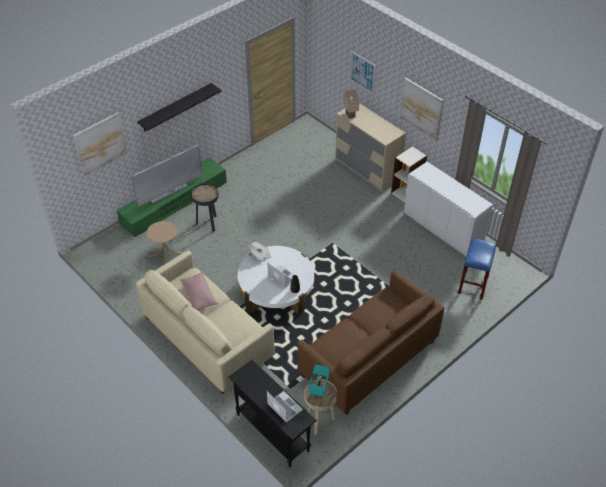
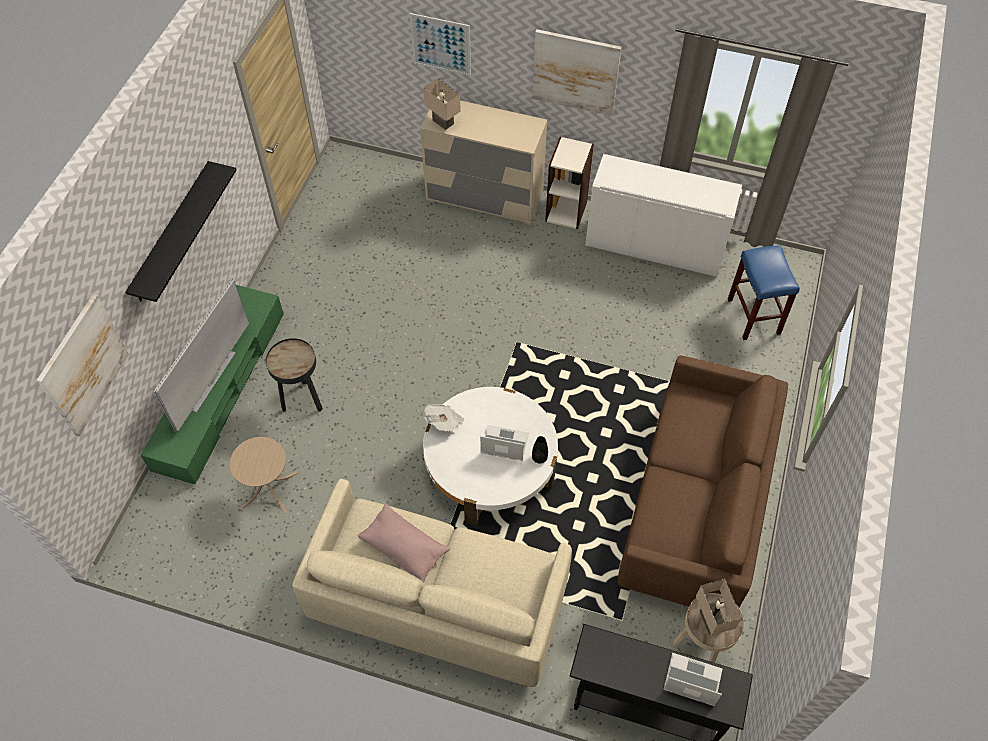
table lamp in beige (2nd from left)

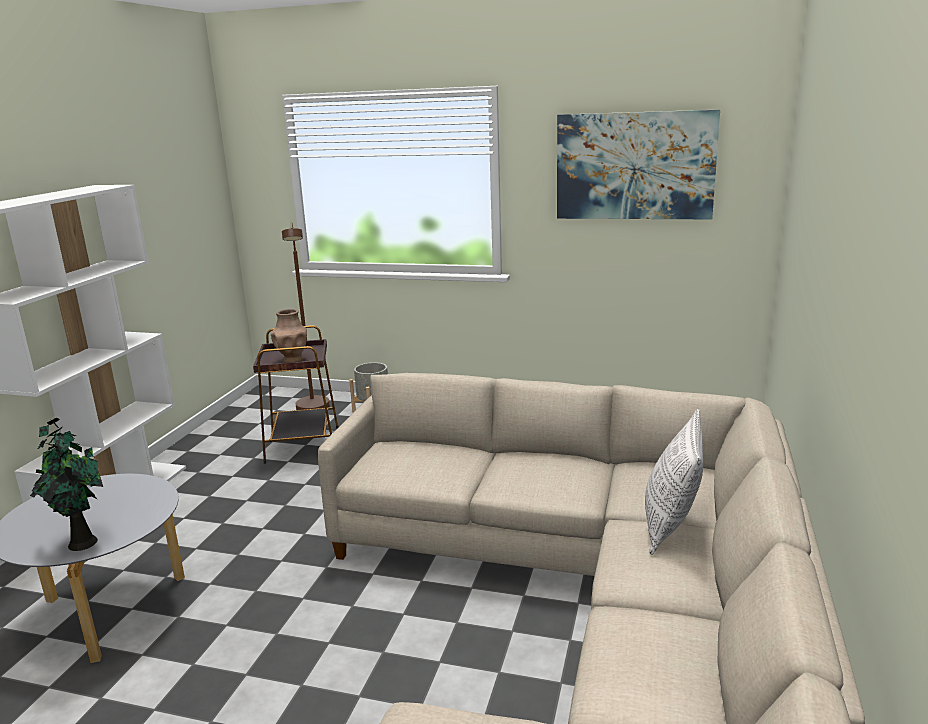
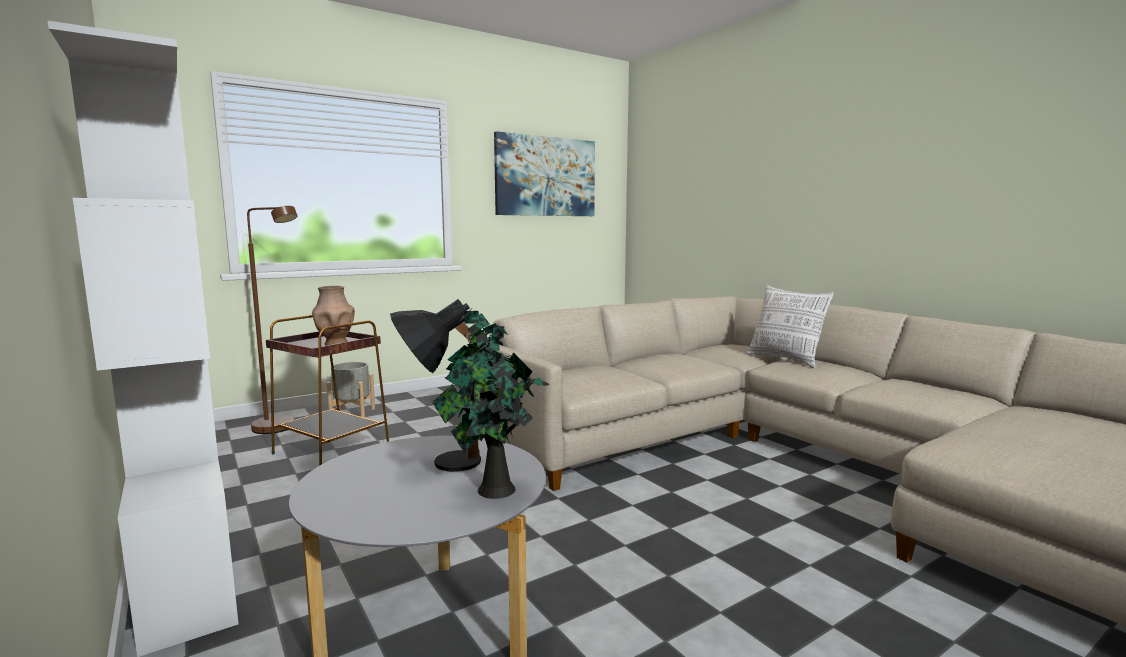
table lamp in black

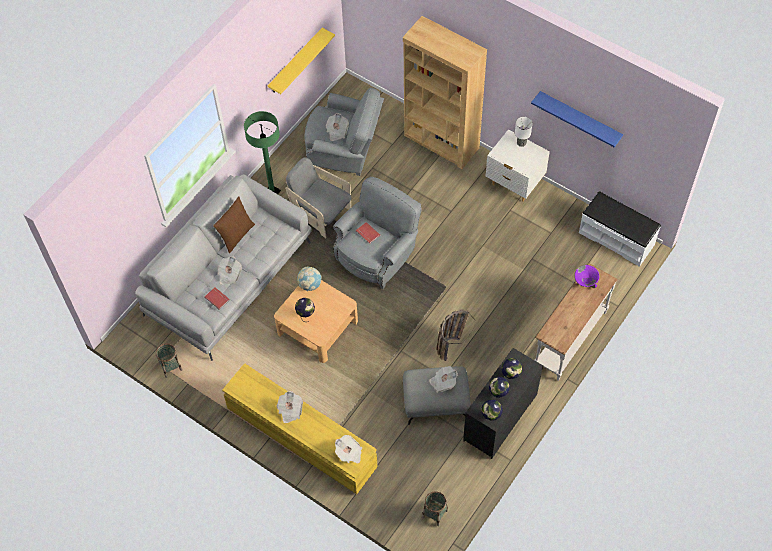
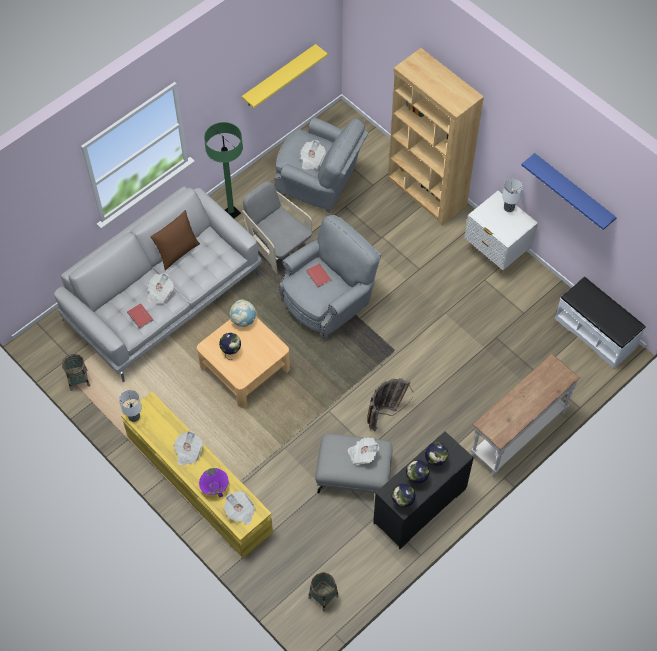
bowl in purple
table lamp (1st from left)

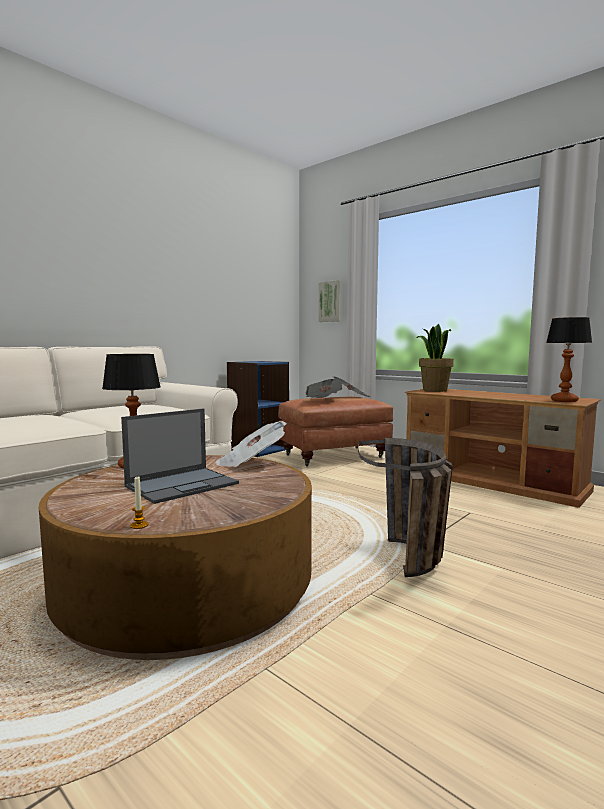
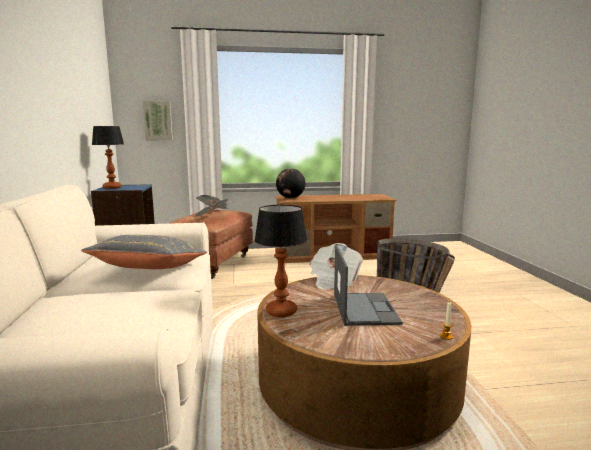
table lamp (1st from left)
globe
pillow in grey

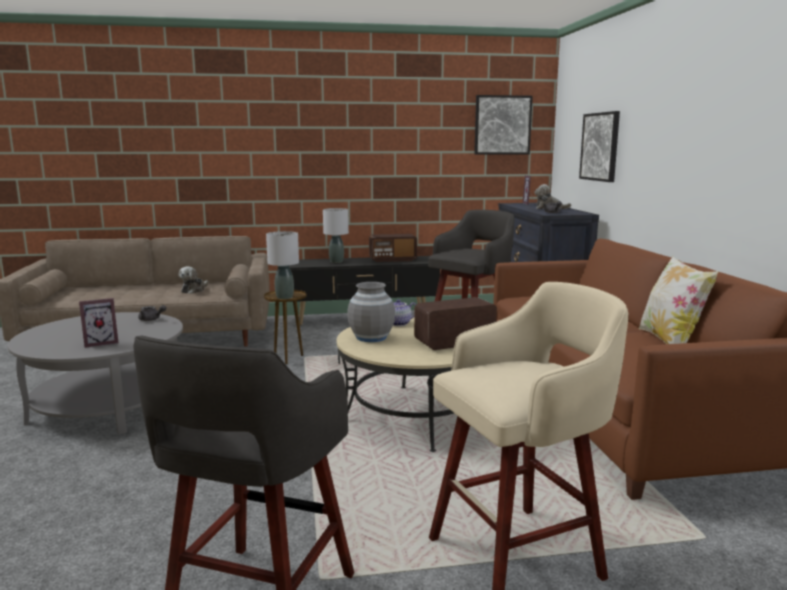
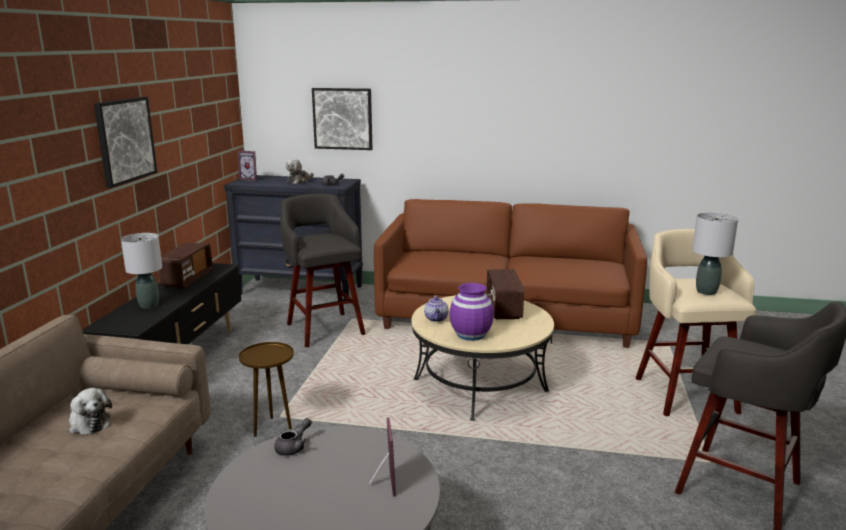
picture (1st from left)
table lamp in grey (2nd from left)
pillow
vase in purple

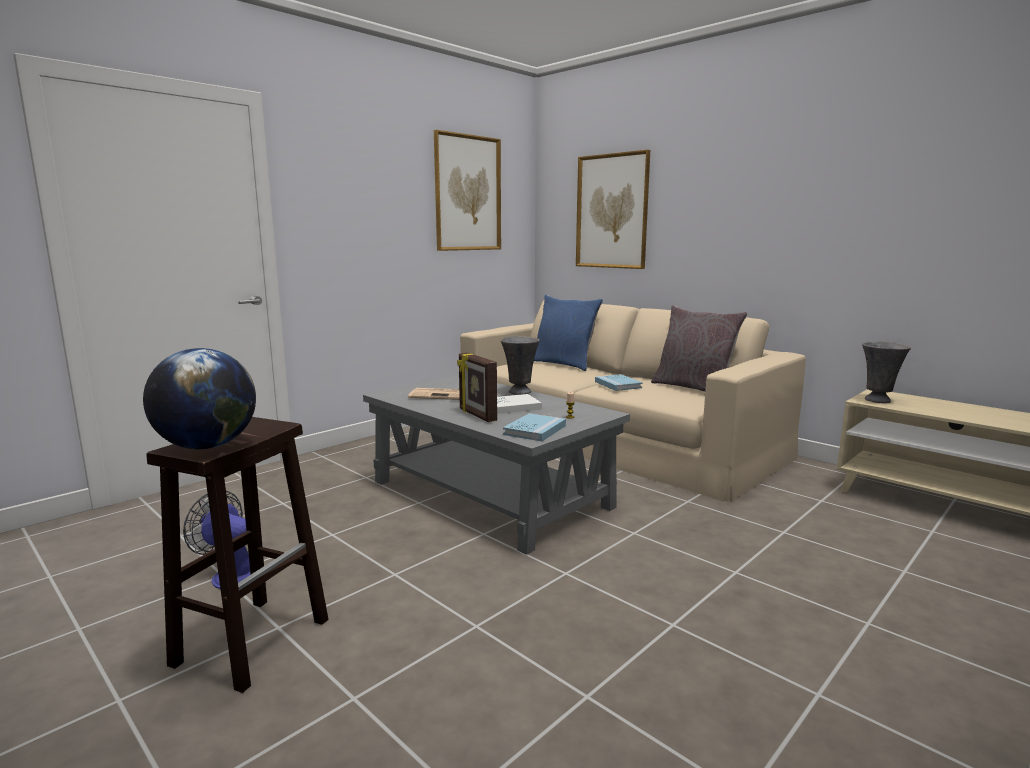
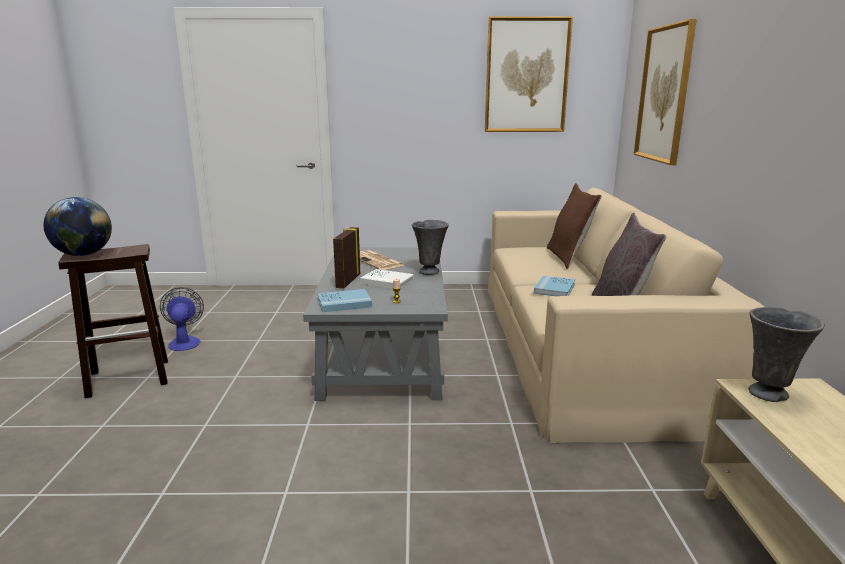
pillow in brown

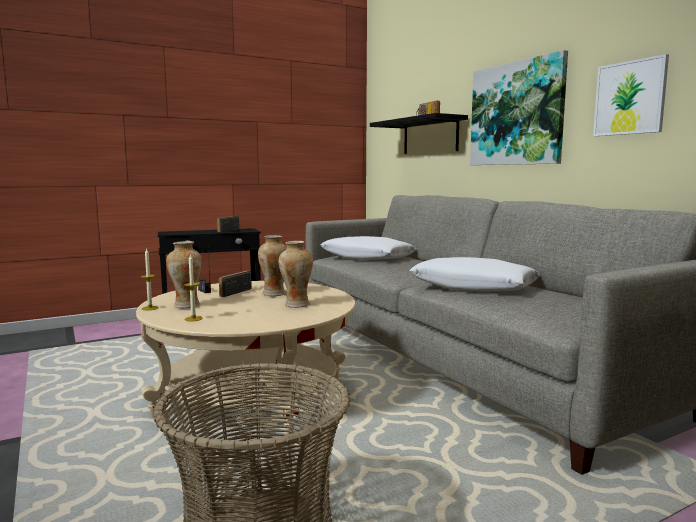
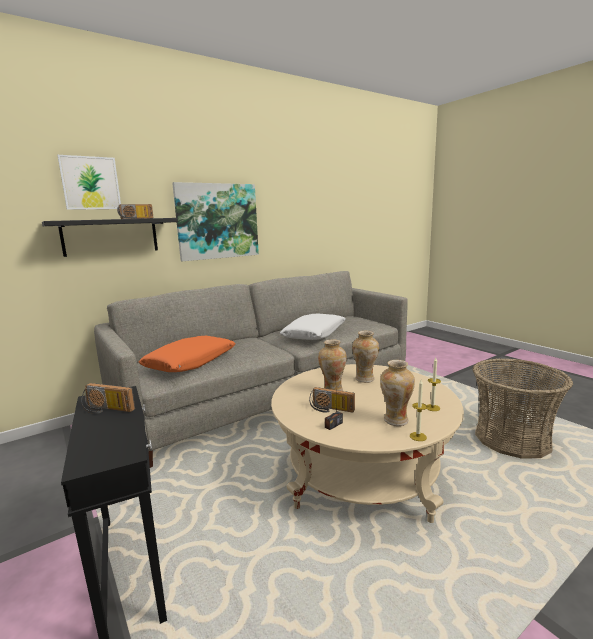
picture (1st from left)
pillow in orange

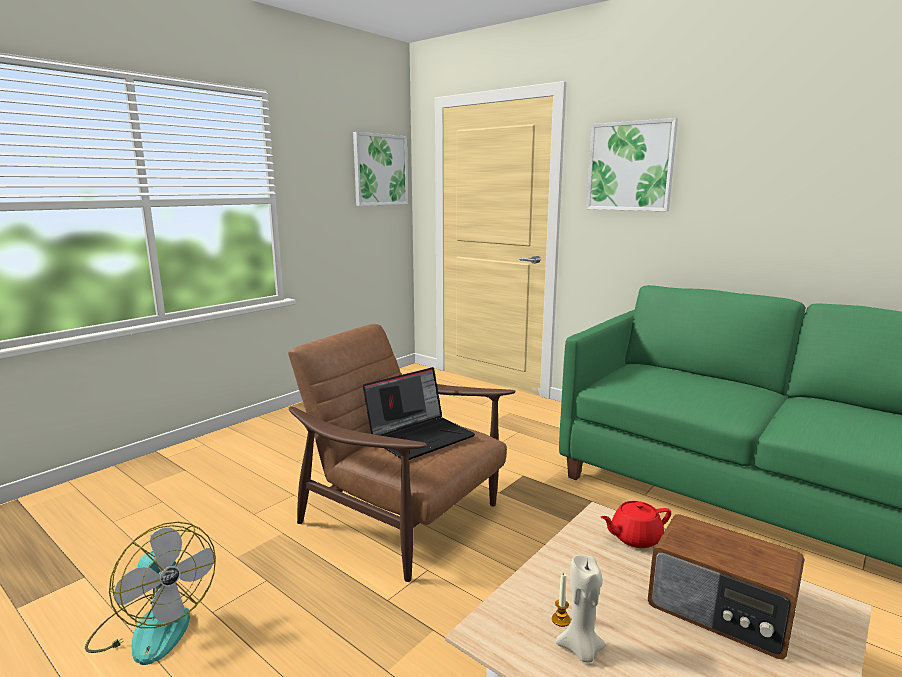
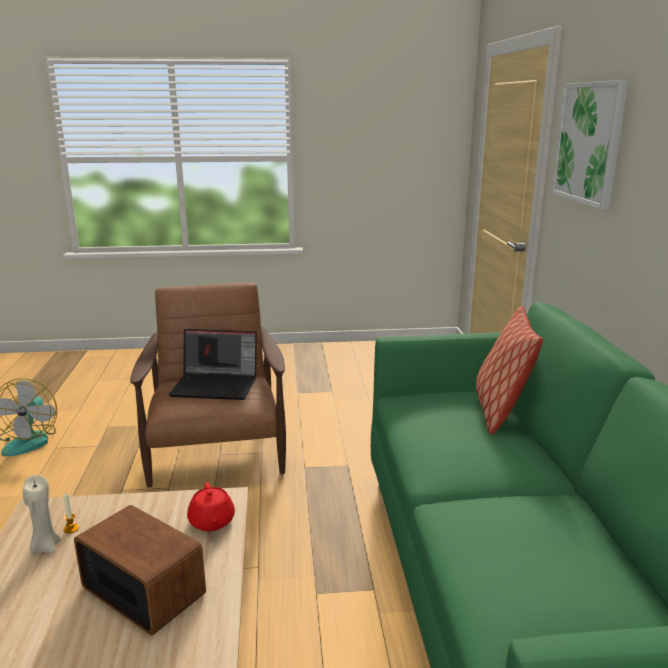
picture (1st from left in the first image)
teapot in red
radio
pillow

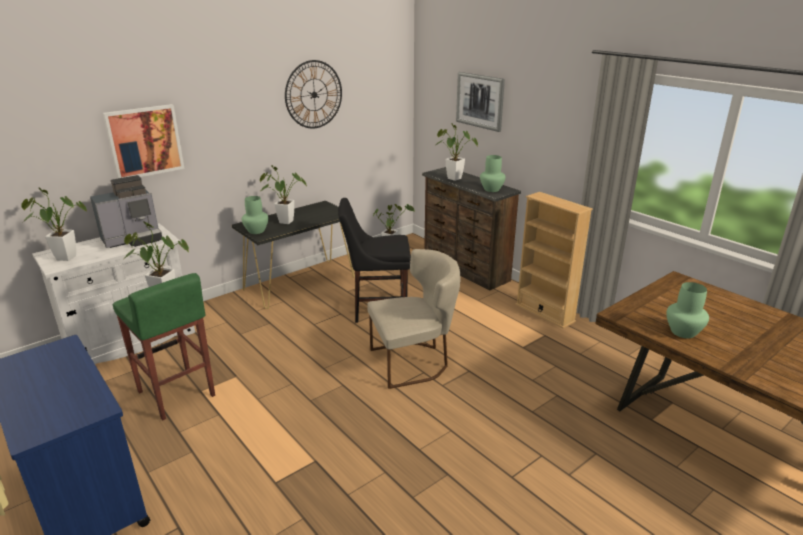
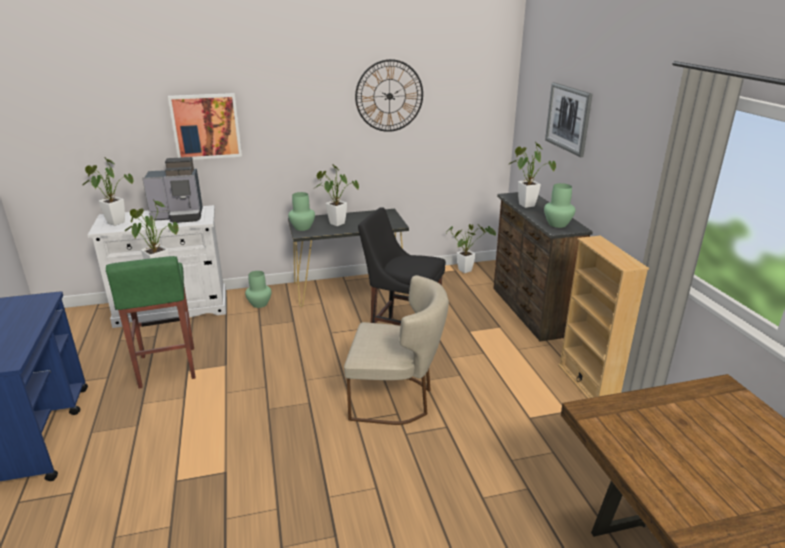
vase in green (1st from left)

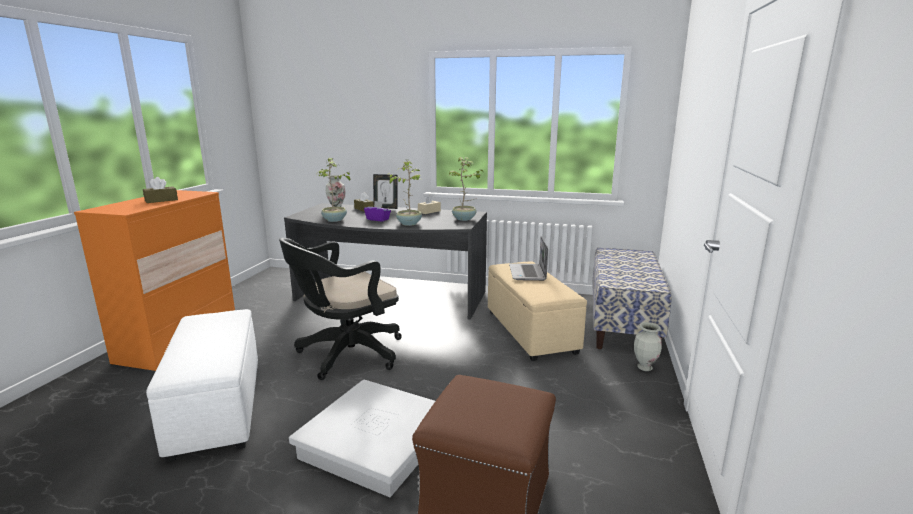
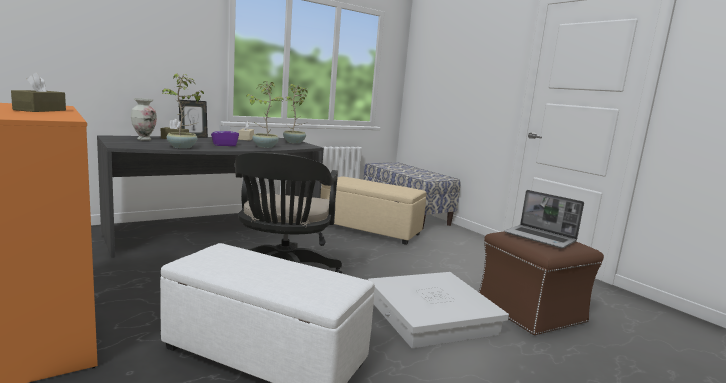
laptop
vase (2nd from left in the first image)

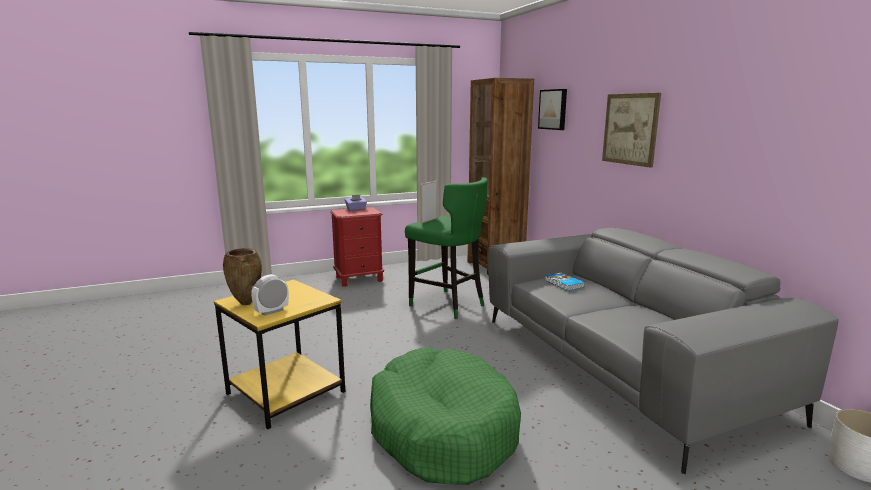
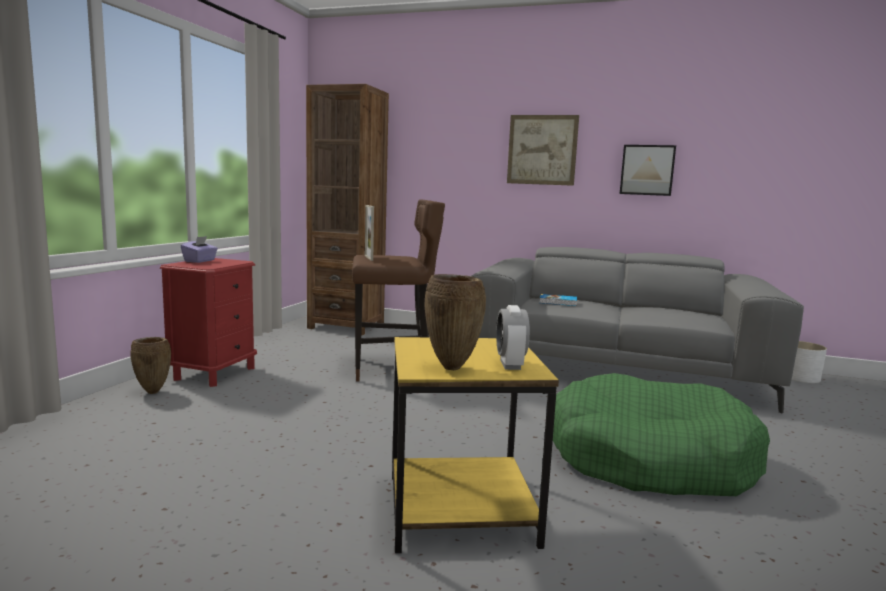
picture (2nd from left)
stool in brown
vase in brown (1st from left)

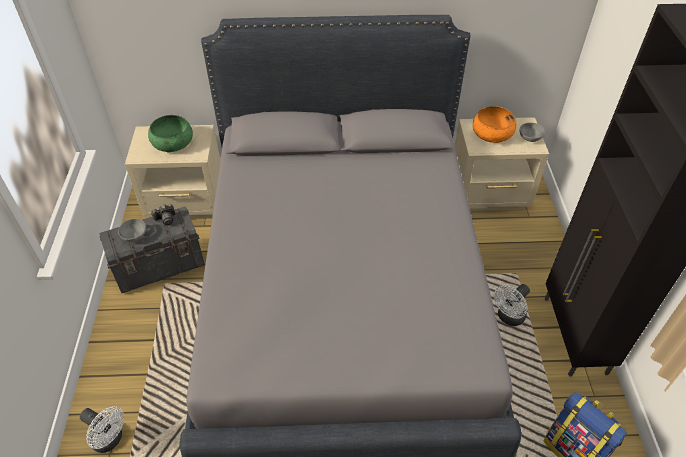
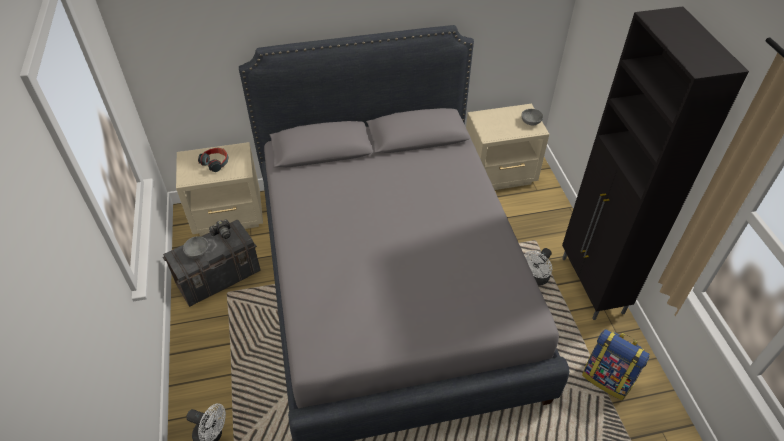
bowl in orange
headphones

